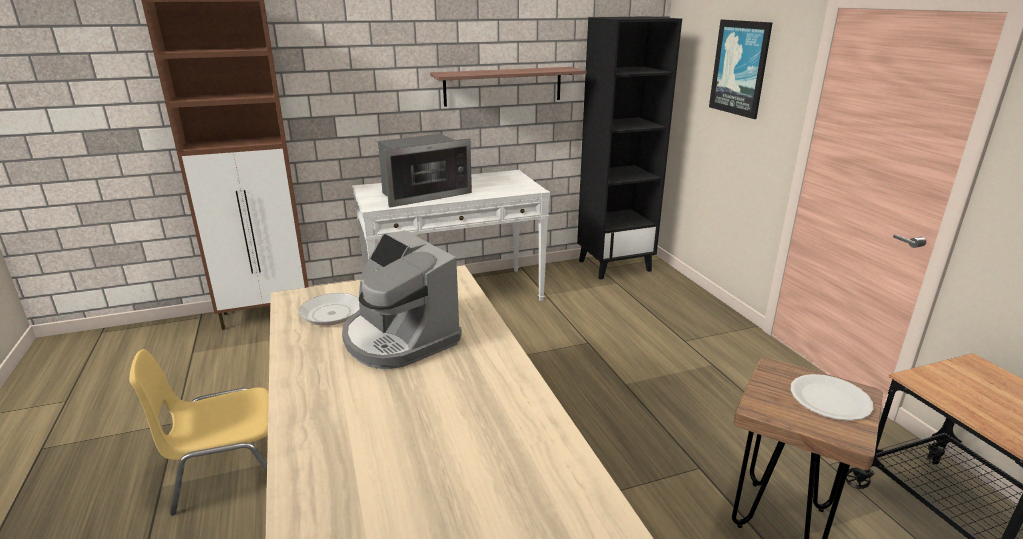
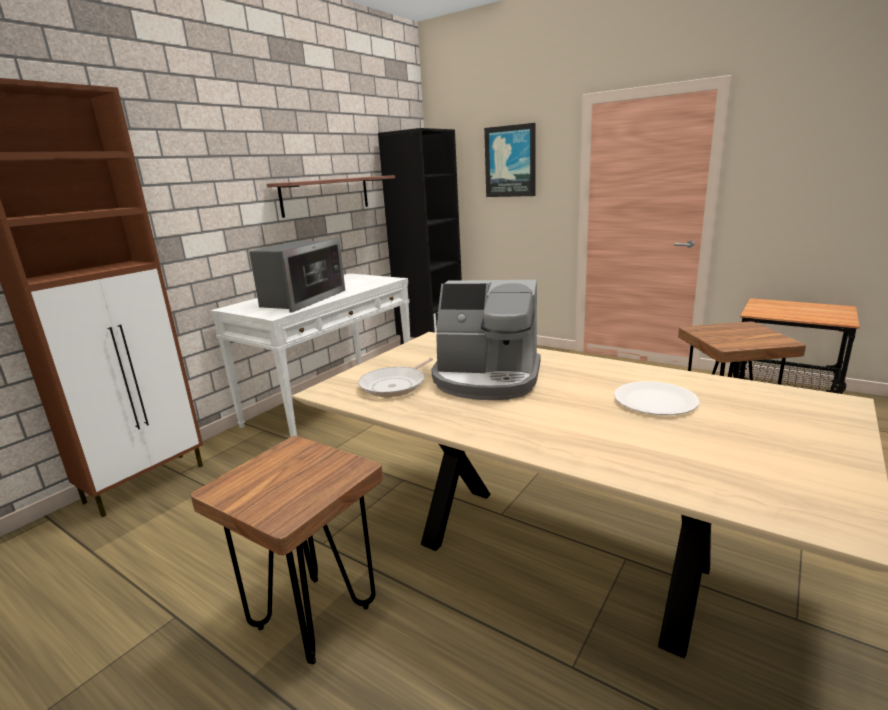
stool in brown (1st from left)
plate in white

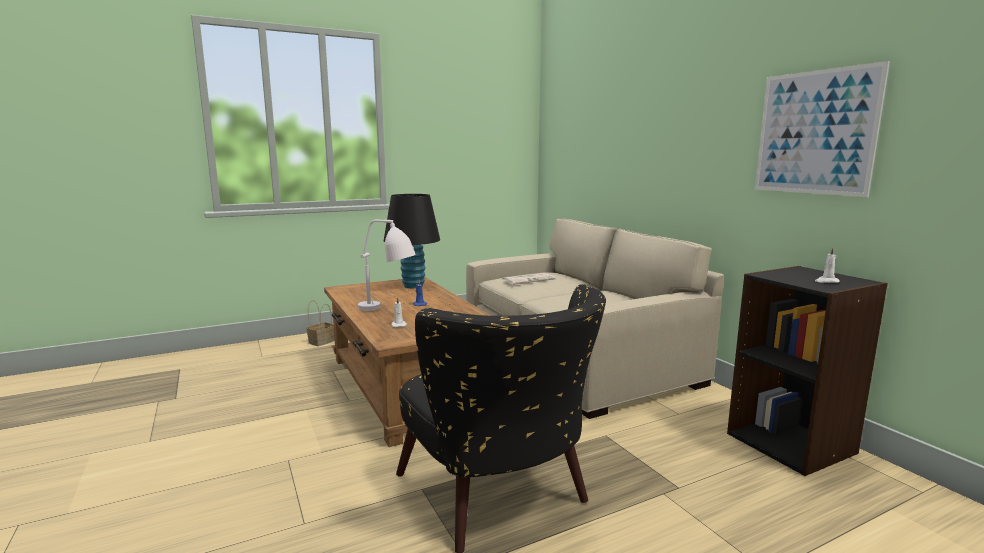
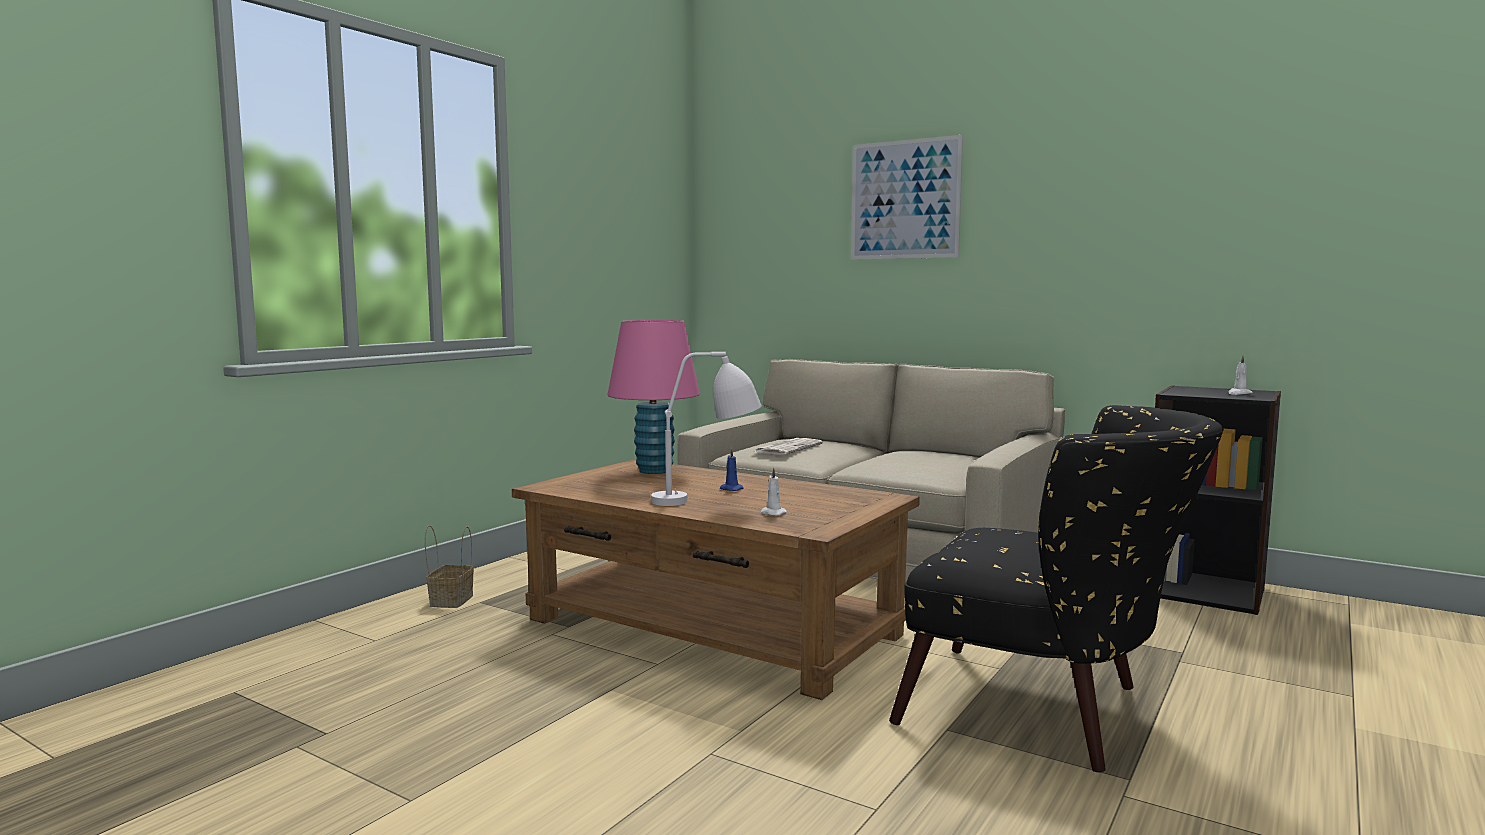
picture
table lamp in pink

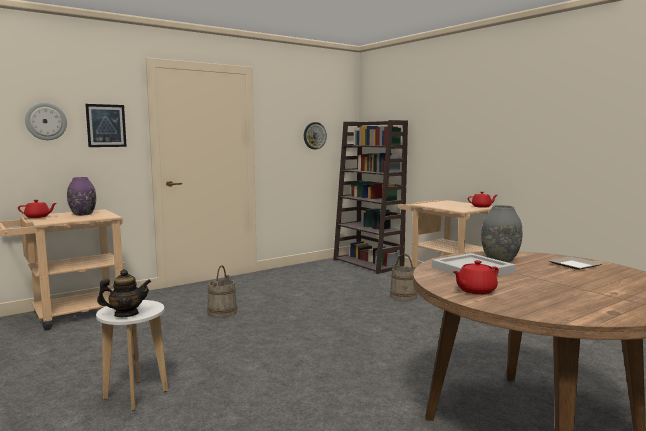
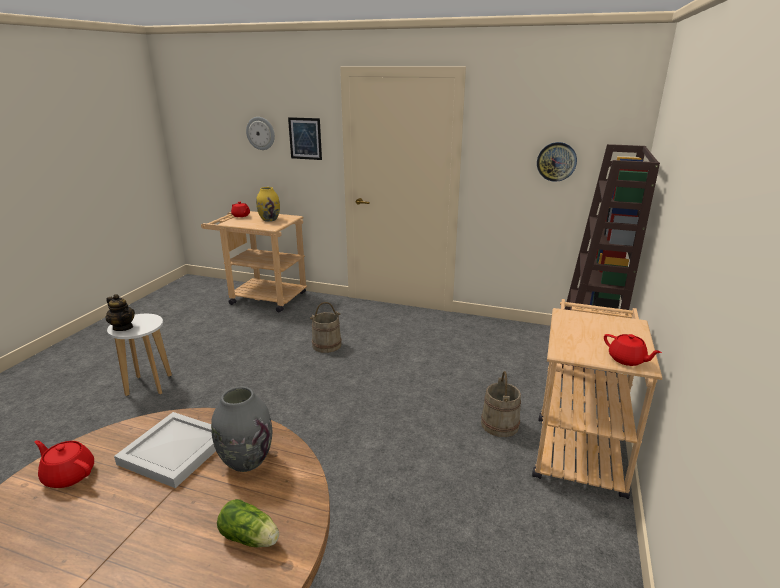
vase in yellow
lettuce

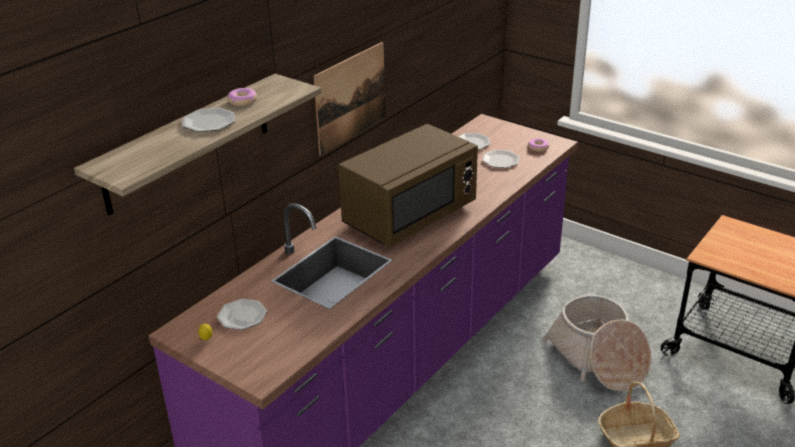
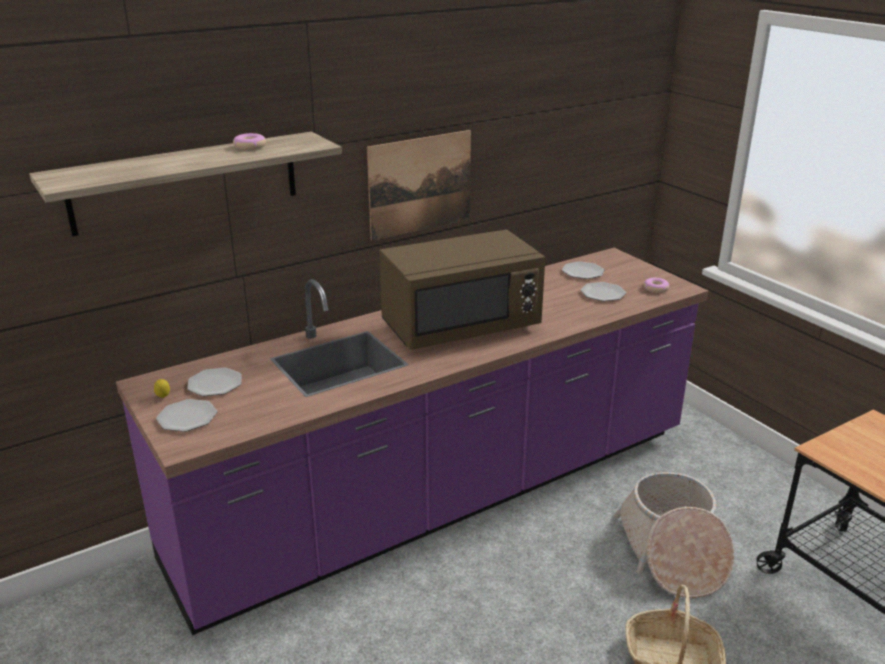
plate (1st from left)

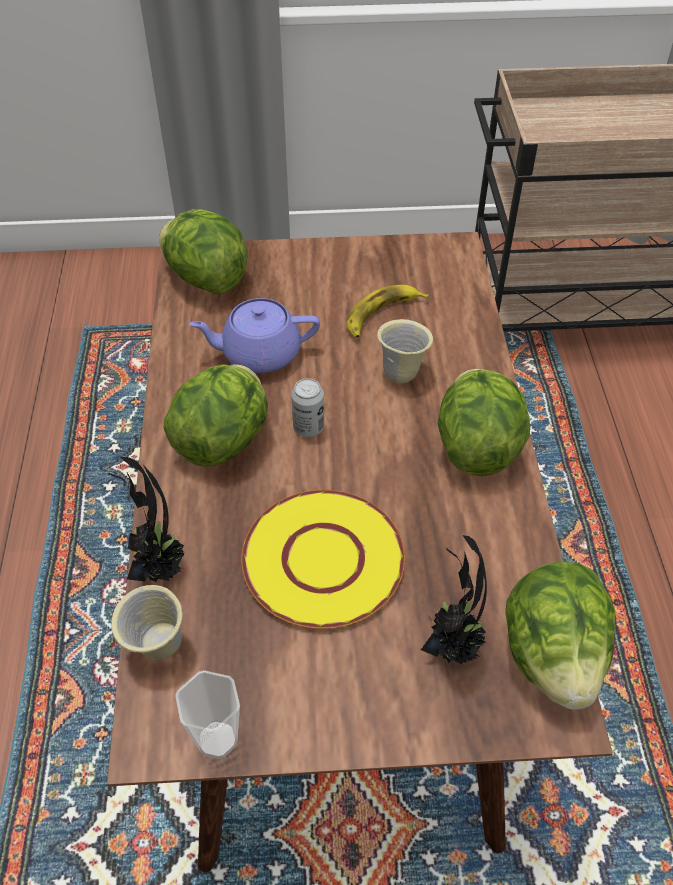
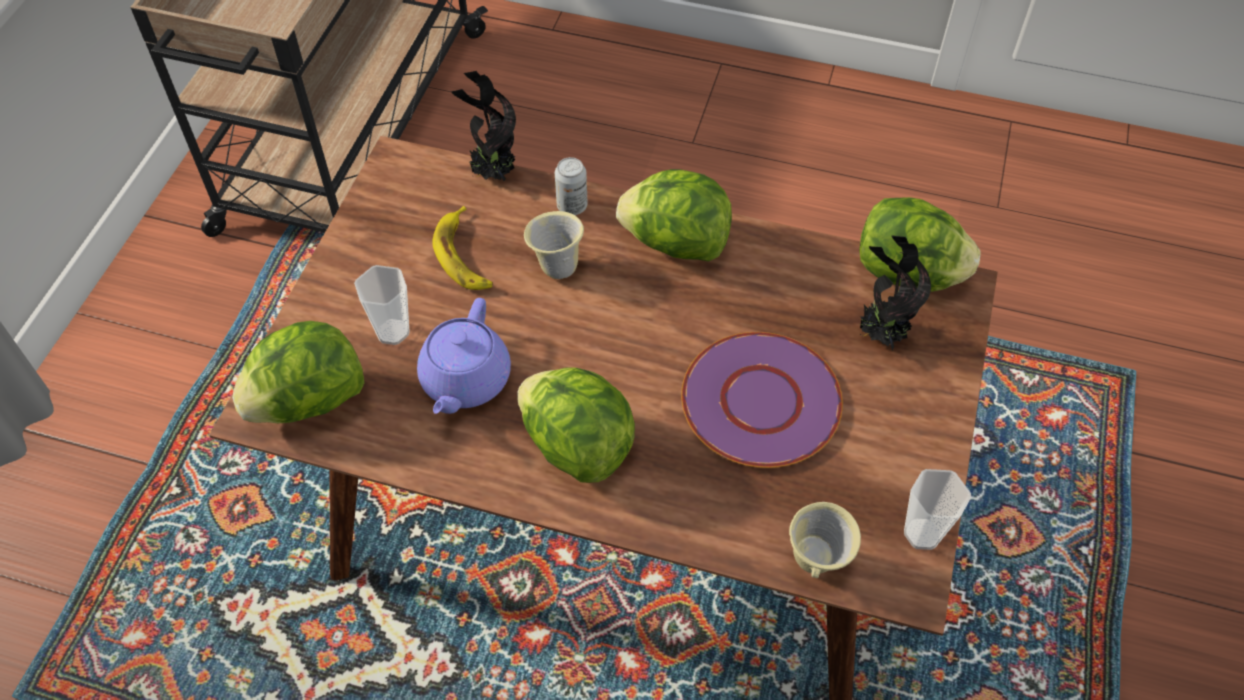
can
potted plant (1st from left)
plate in purple
cup (1st from left)

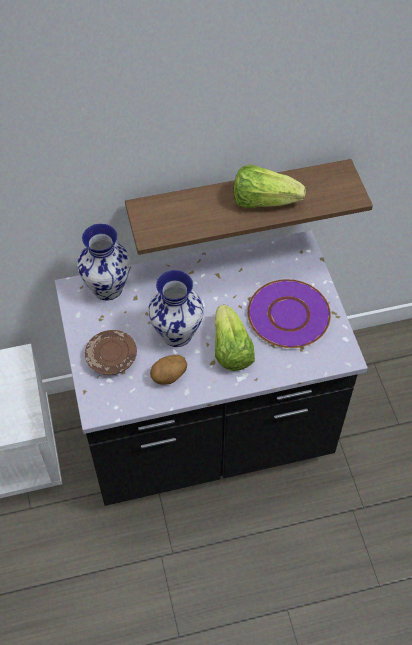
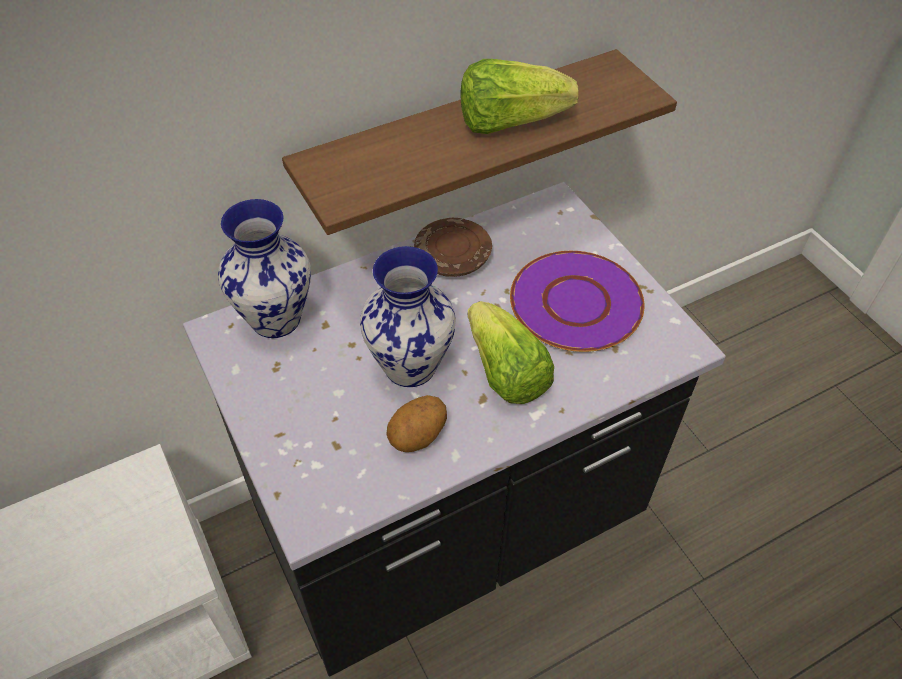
plate in brown

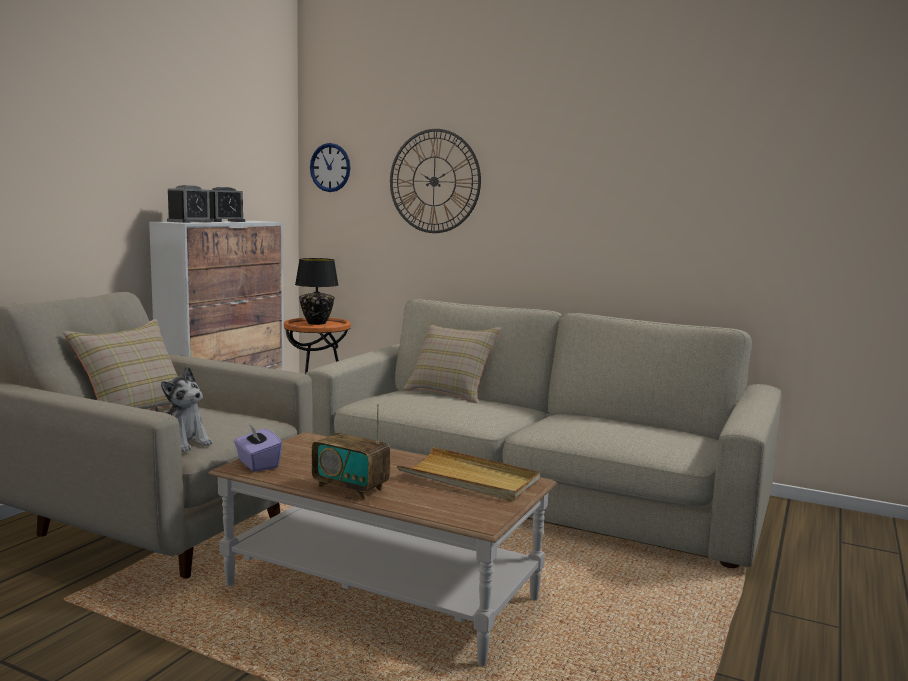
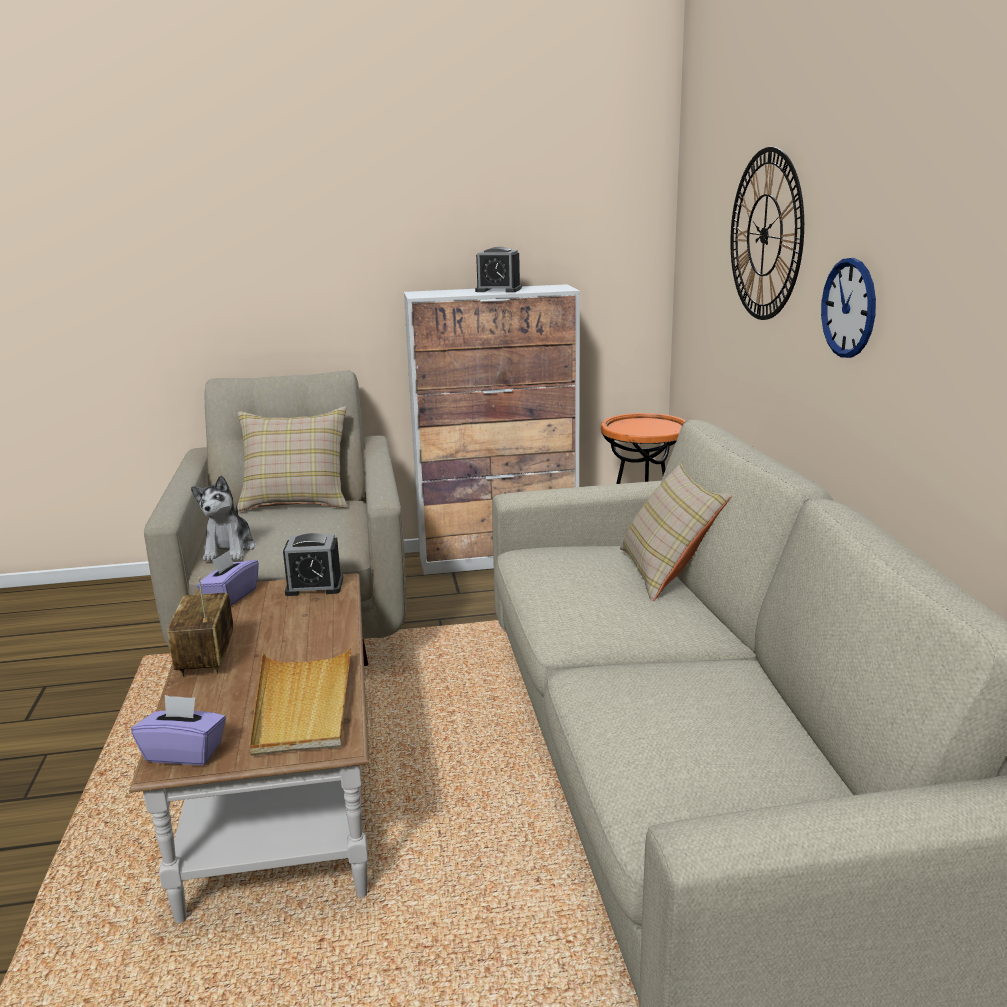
wall clock (2nd from left)
alarm clock (1st from left)
table lamp in black
tissue box in purple (1st from left)

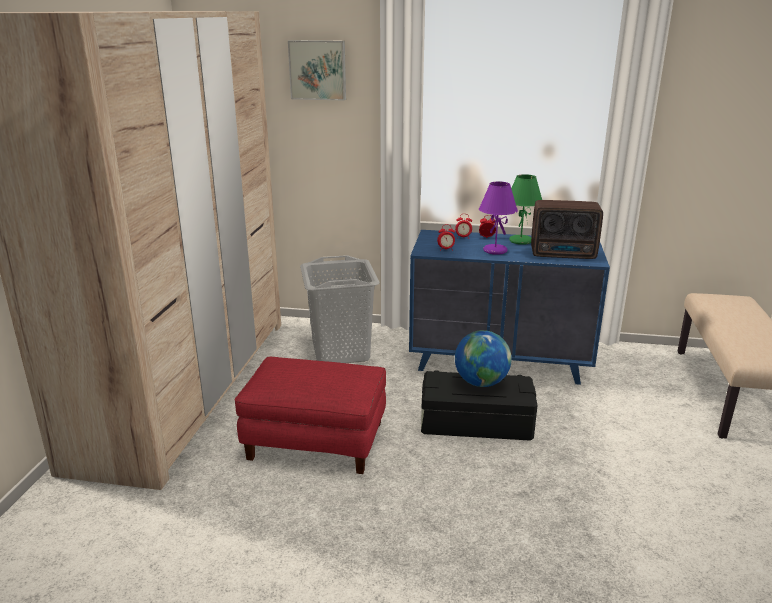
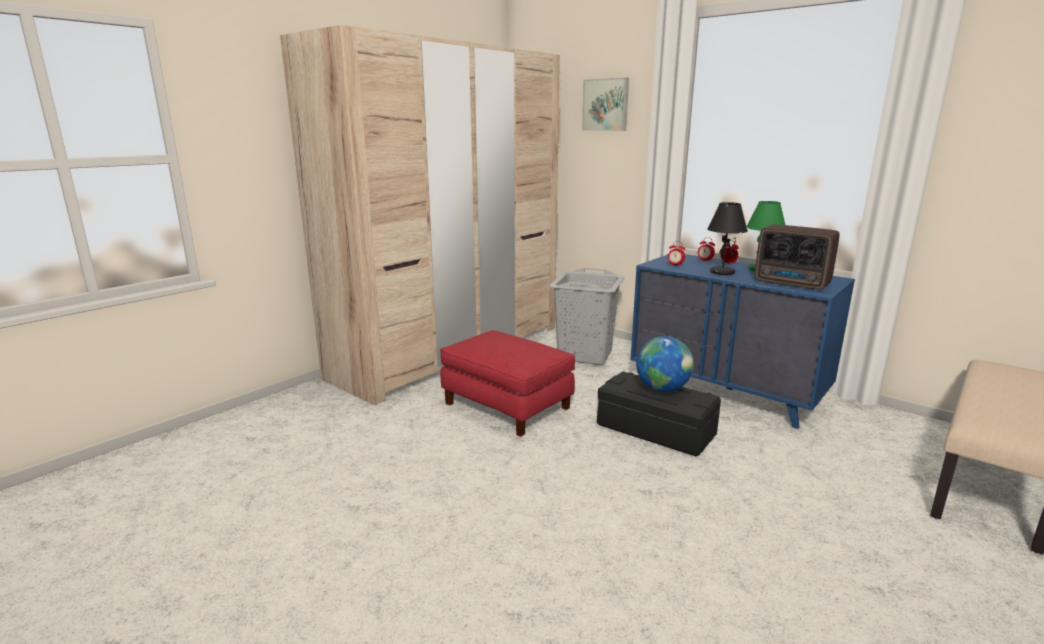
table lamp in black

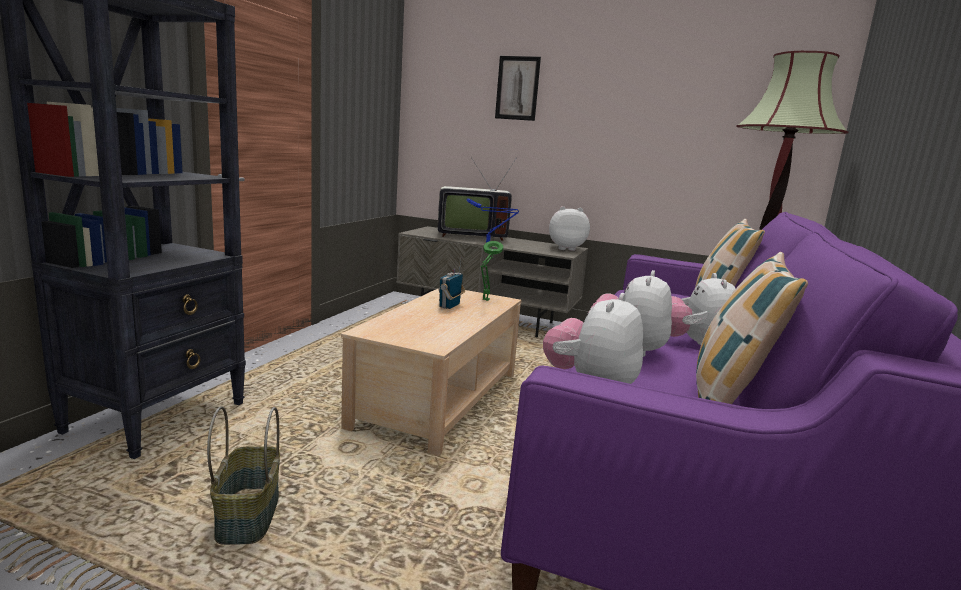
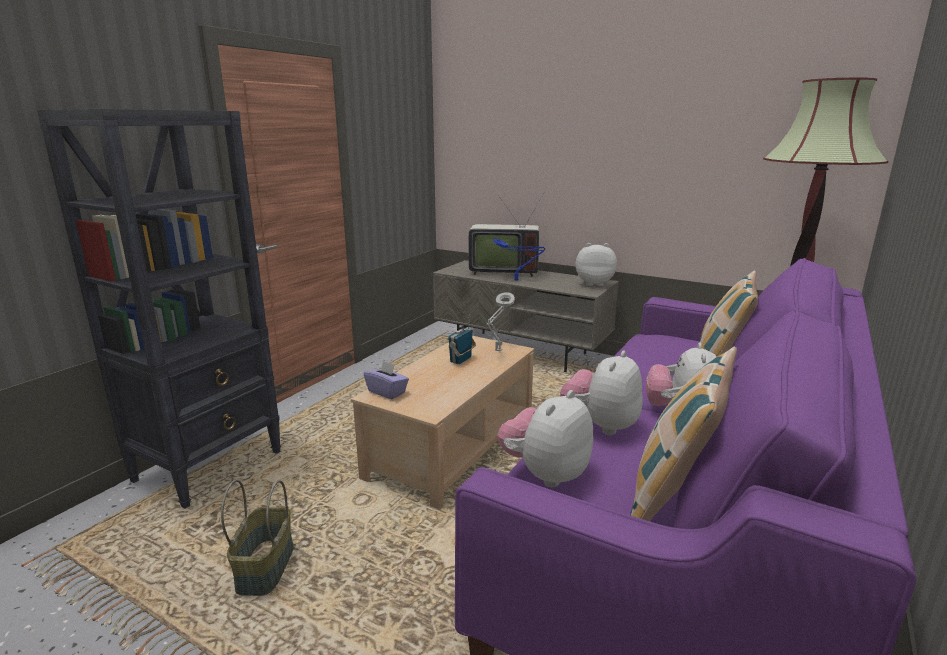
picture
table lamp in grey
tissue box in purple

